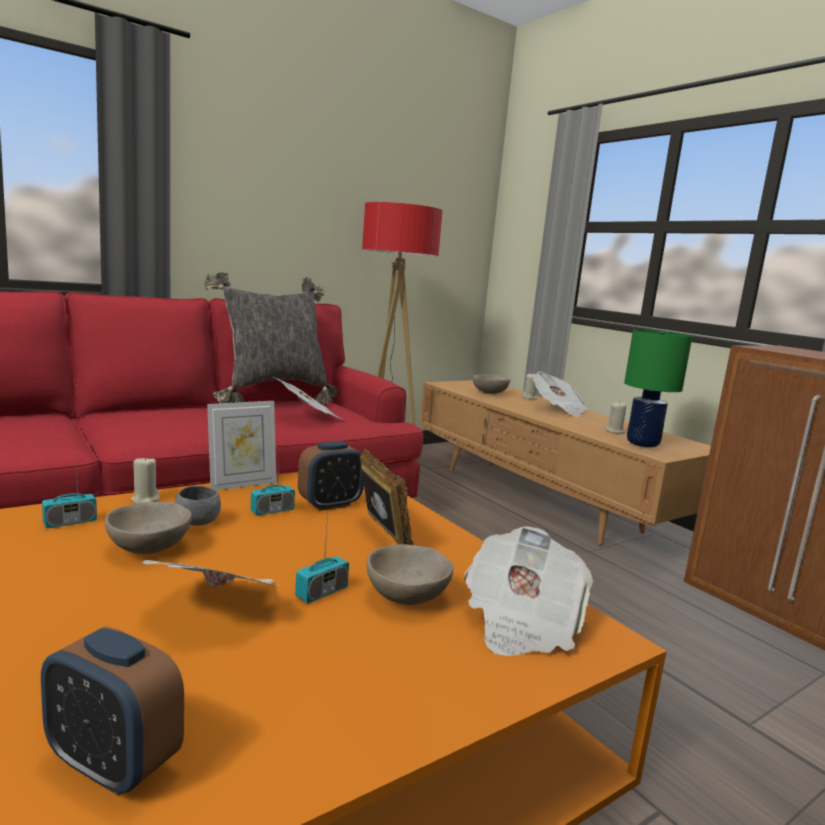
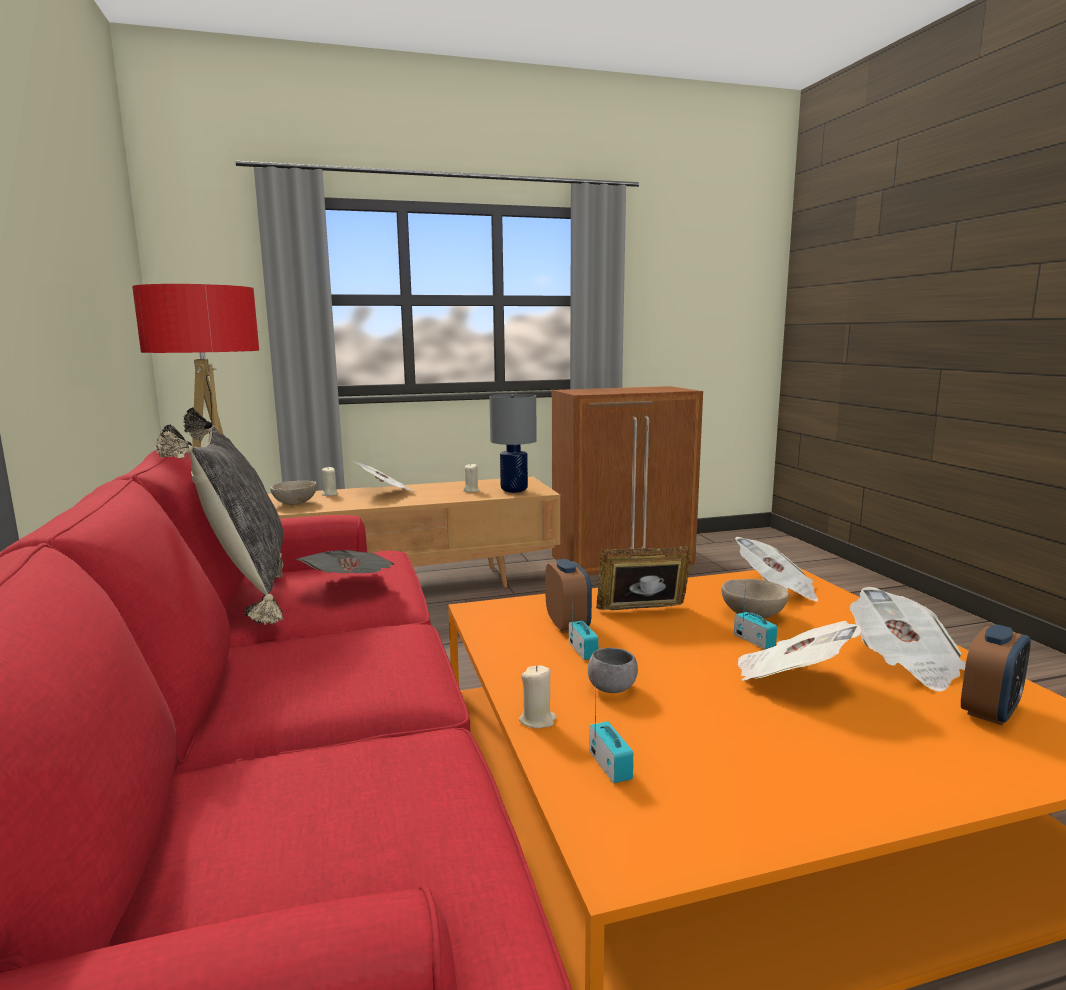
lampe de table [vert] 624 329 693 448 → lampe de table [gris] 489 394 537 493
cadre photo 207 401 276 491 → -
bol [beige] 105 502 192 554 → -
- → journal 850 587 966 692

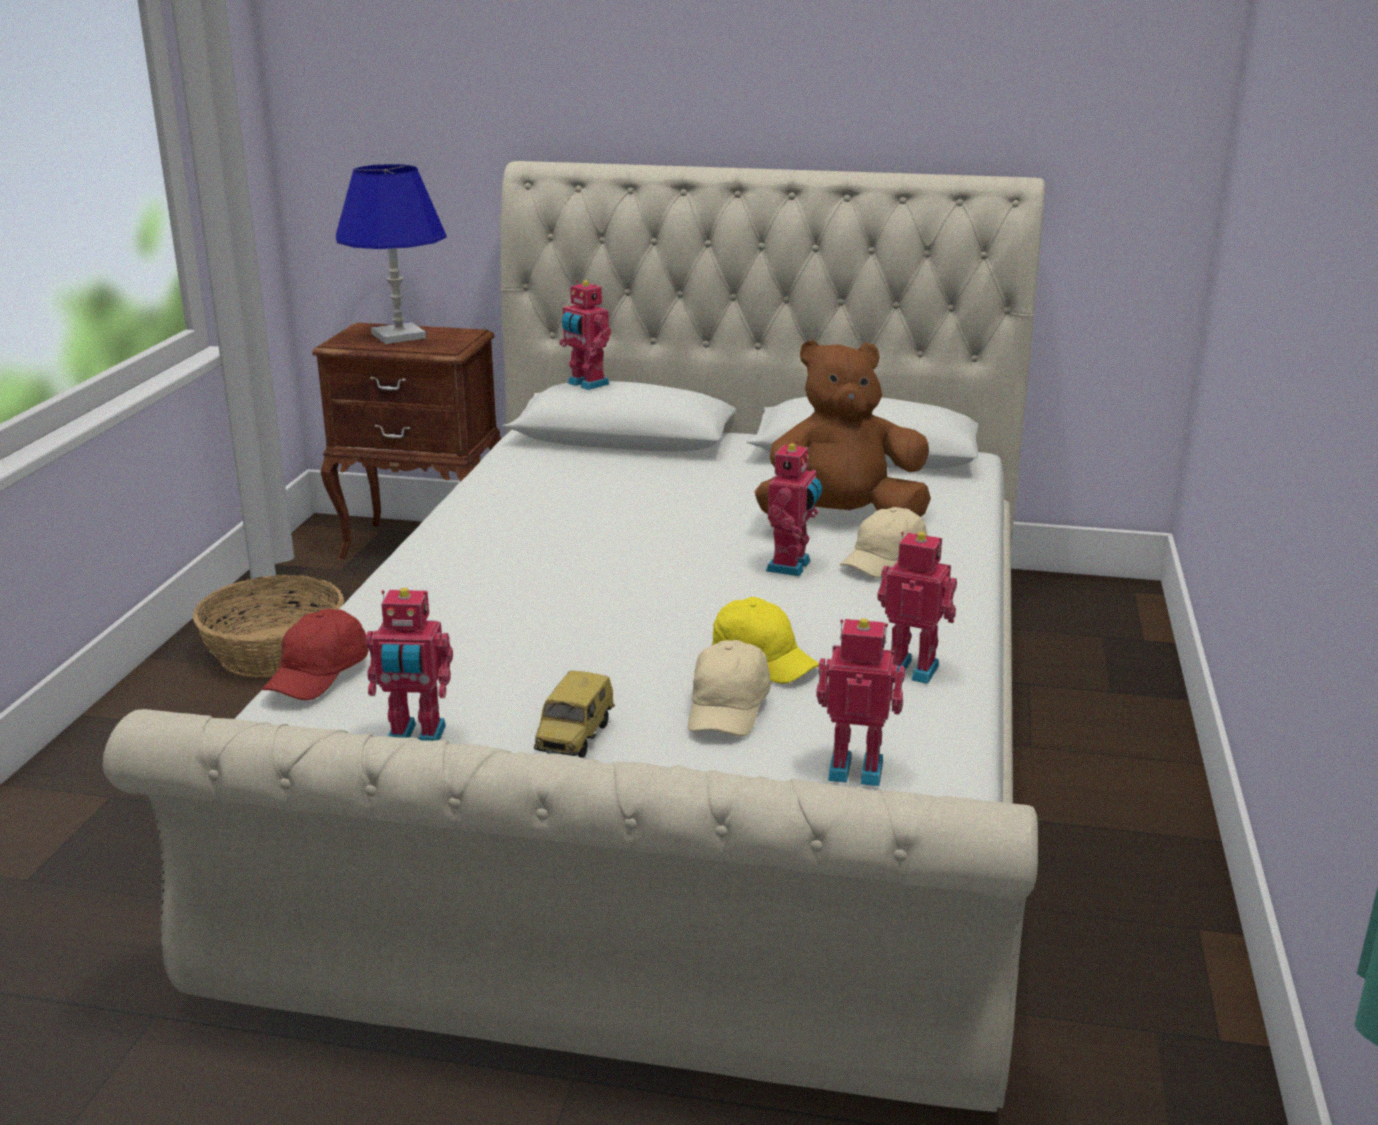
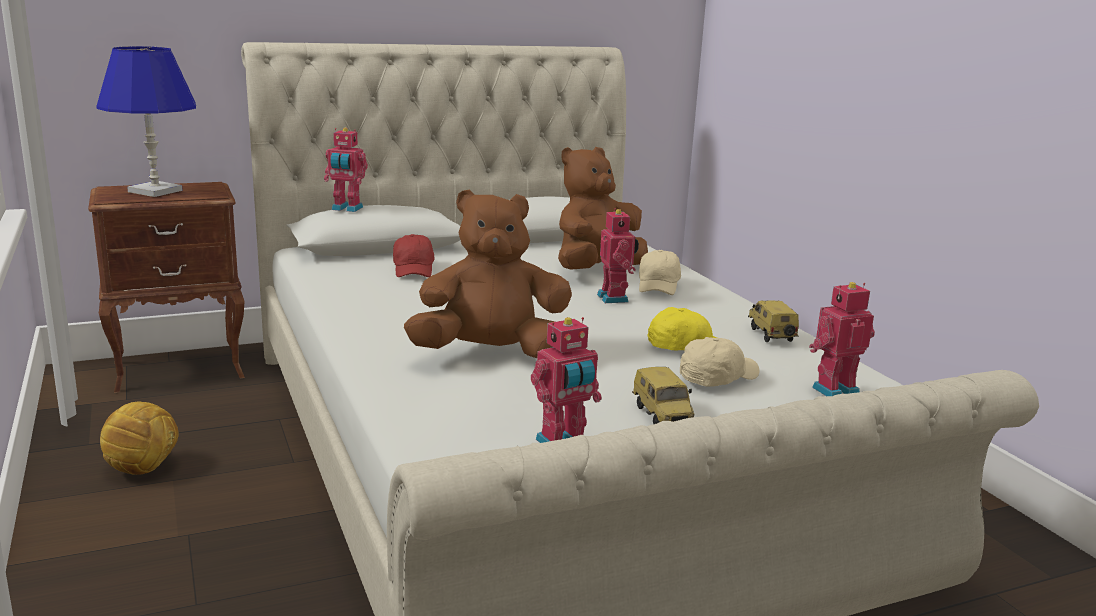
robot jouet 877 532 957 684 → petite voiture 748 300 799 342
panier 193 575 344 677 → ballon de foot 100 402 179 475
casquette [rouge] 262 609 368 700 → casquette [rouge] 393 234 435 277, shifted
casquette [beige] 688 640 771 737 → casquette [beige] 680 337 760 387, 105 degrees counterclockwise
- → peluche [marron] 404 189 572 358

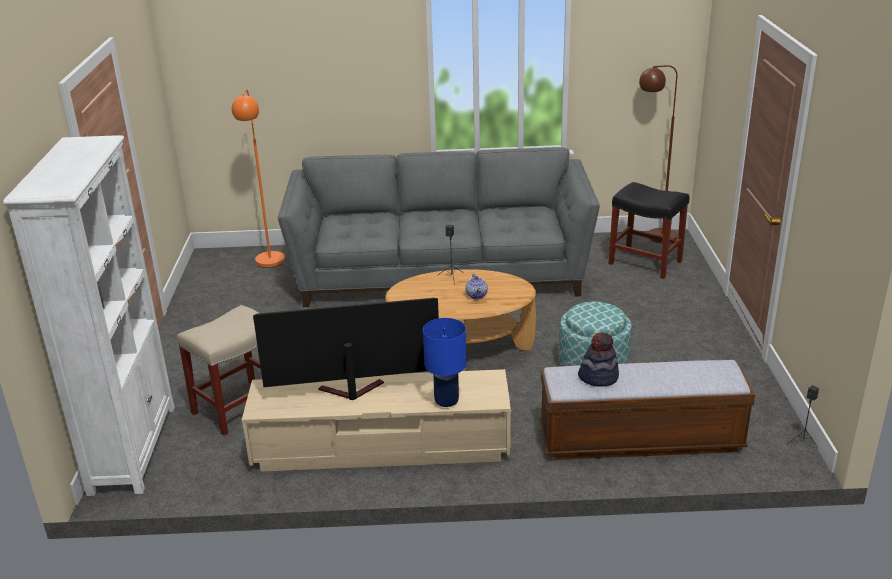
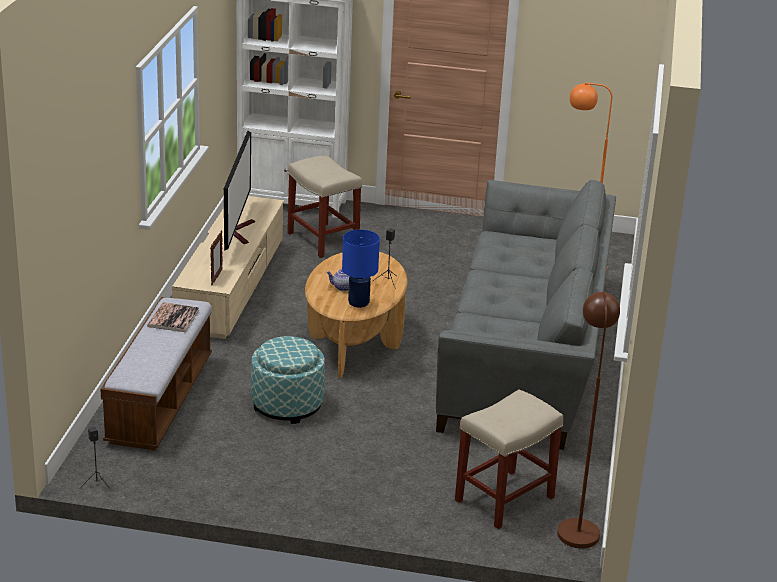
tabouret [noir] 608 182 689 279 → tabouret [beige] 455 389 564 529
lampe de table [bleu] 423 318 466 407 → lampe de table [bleu] 342 230 380 308, shifted
chapeau 578 332 619 387 → livre 147 302 199 332
- → cadre photo 210 230 223 285

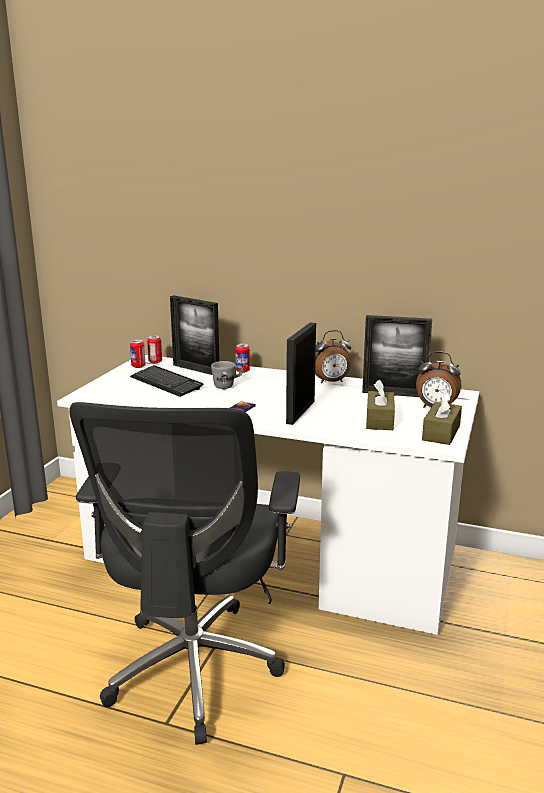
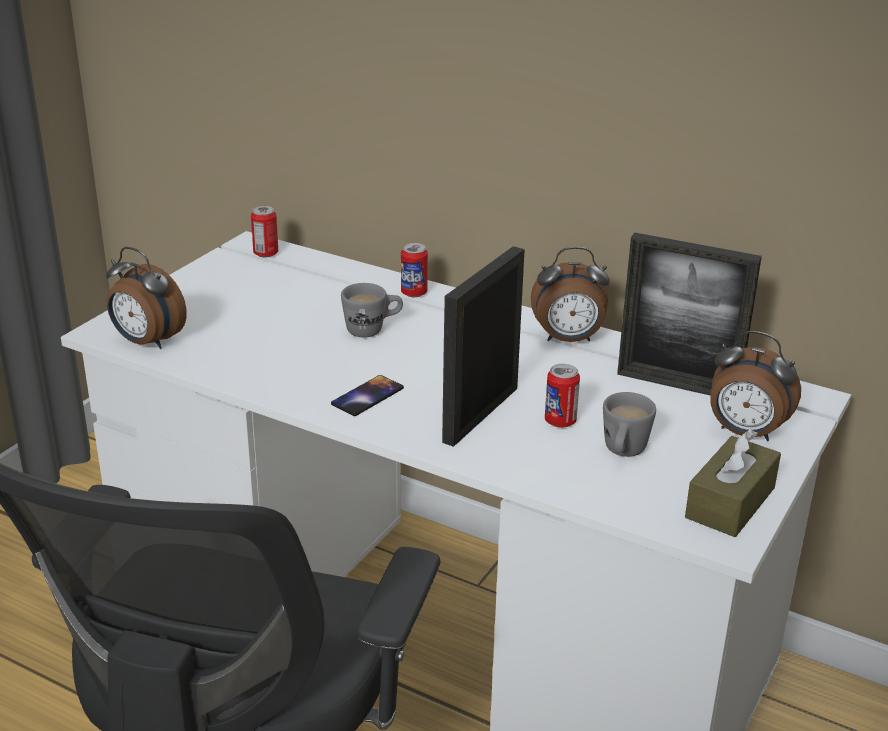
cadre photo 170 295 219 375 → -
boîte métallique 130 340 146 368 → boîte métallique 545 364 580 428, shifted
clavier 130 365 203 397 → -
boîte à mouchoirs [marron] 366 380 395 430 → mug [gris] 603 392 656 457
- → réveil 106 247 187 349

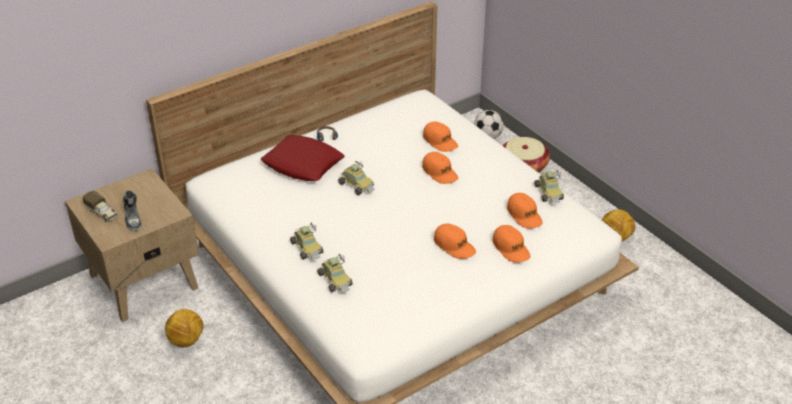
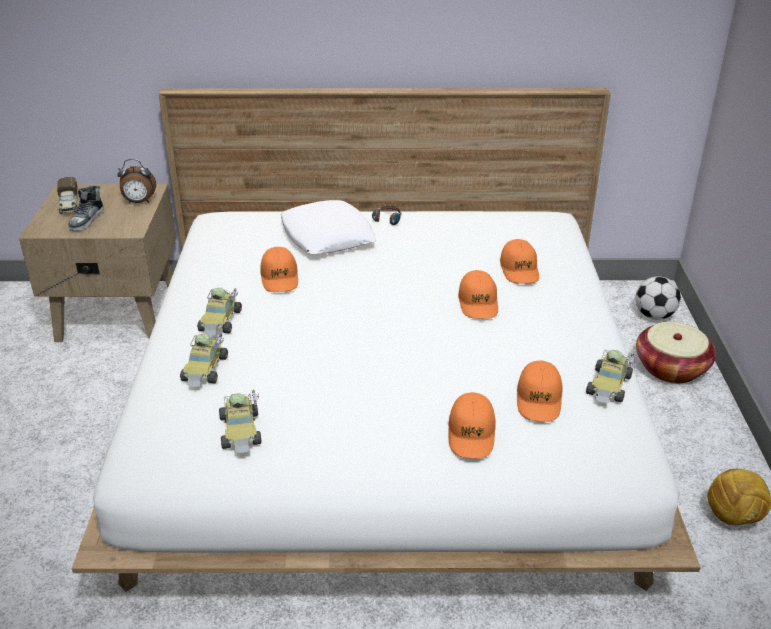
coussin [rouge] 261 135 345 181 → coussin [blanc] 281 200 376 254
petite voiture 338 161 375 195 → petite voiture 219 390 262 453, shifted
casquette [orange] 434 223 476 259 → casquette [orange] 260 247 298 292, shifted
ballon de foot 165 309 204 347 → -
- → réveil 117 159 156 203

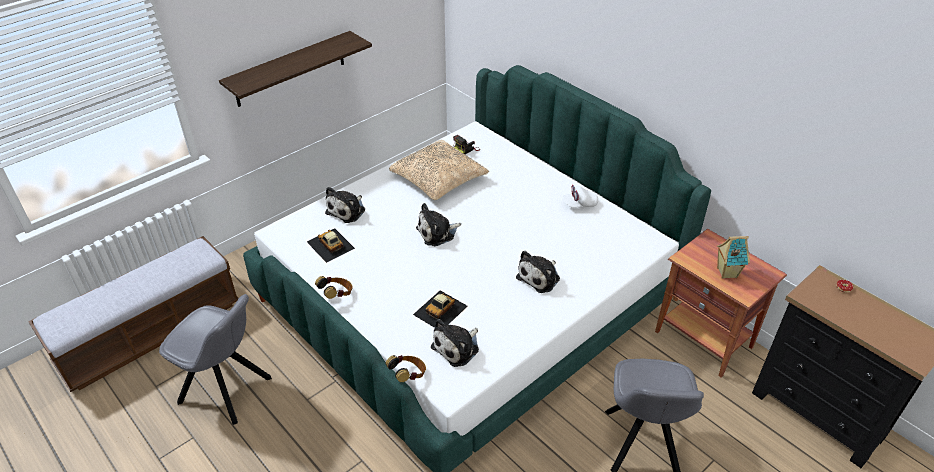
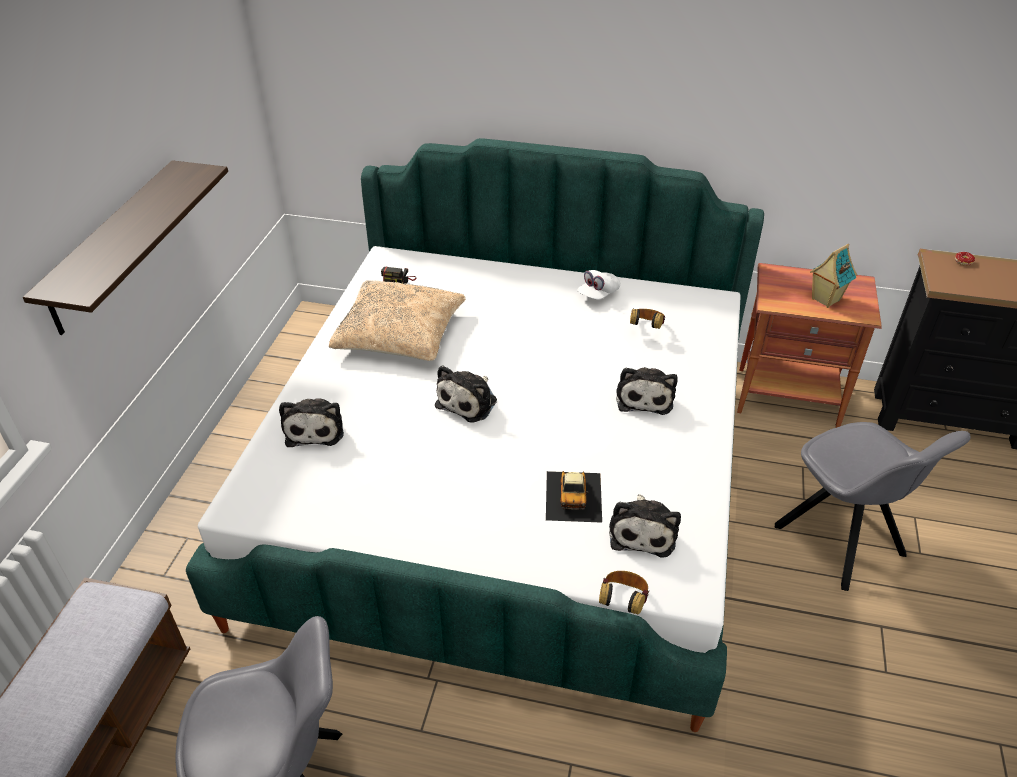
petite voiture 307 228 355 263 → -
casque audio 315 276 352 299 → casque audio 630 309 665 329, shifted

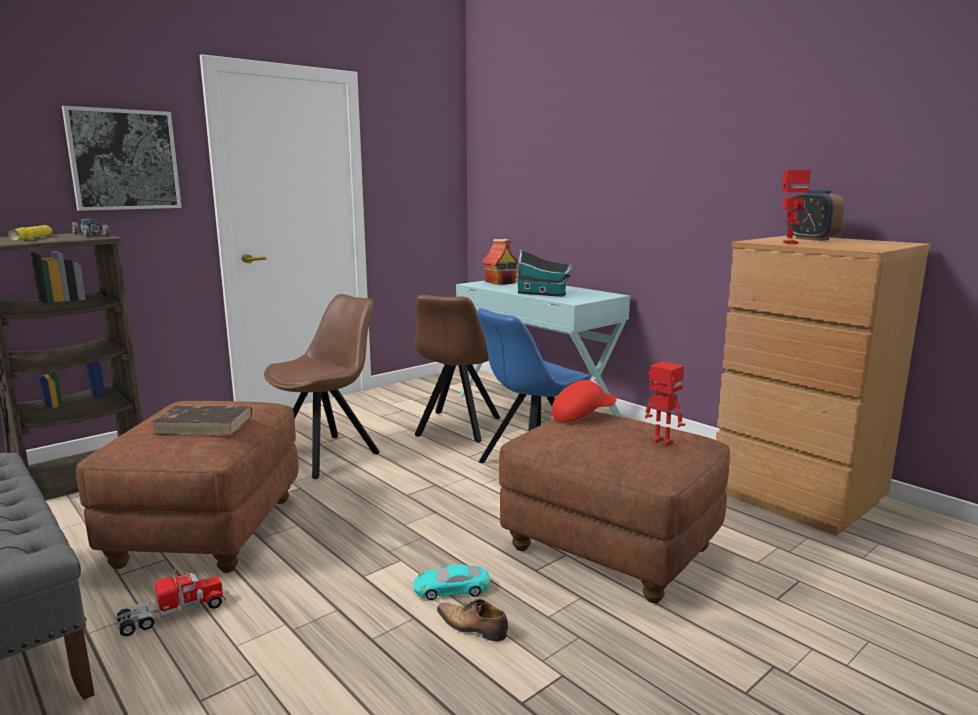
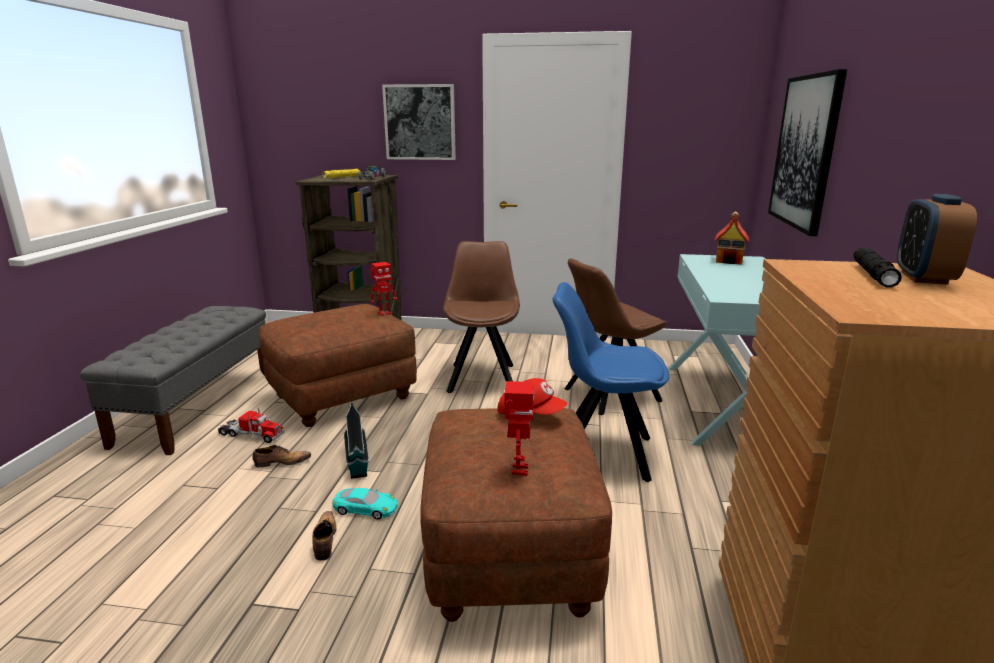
robot jouet 782 170 811 244 → robot jouet 371 262 397 316, shifted
maison miniature 516 250 572 297 → maison miniature 344 402 370 479, shifted
chaise [marron] 264 294 380 479 → chaise [marron] 443 241 520 393, 90 degrees counterclockwise
livre [marron] 152 406 252 435 → -
petite voiture [turquoise] 414 564 490 600 → petite voiture [turquoise] 332 488 398 519, 150 degrees clockwise
- → tableau 768 69 847 236
- → lampe de poche [noir] 854 247 902 288
- → chaussure 252 445 311 467

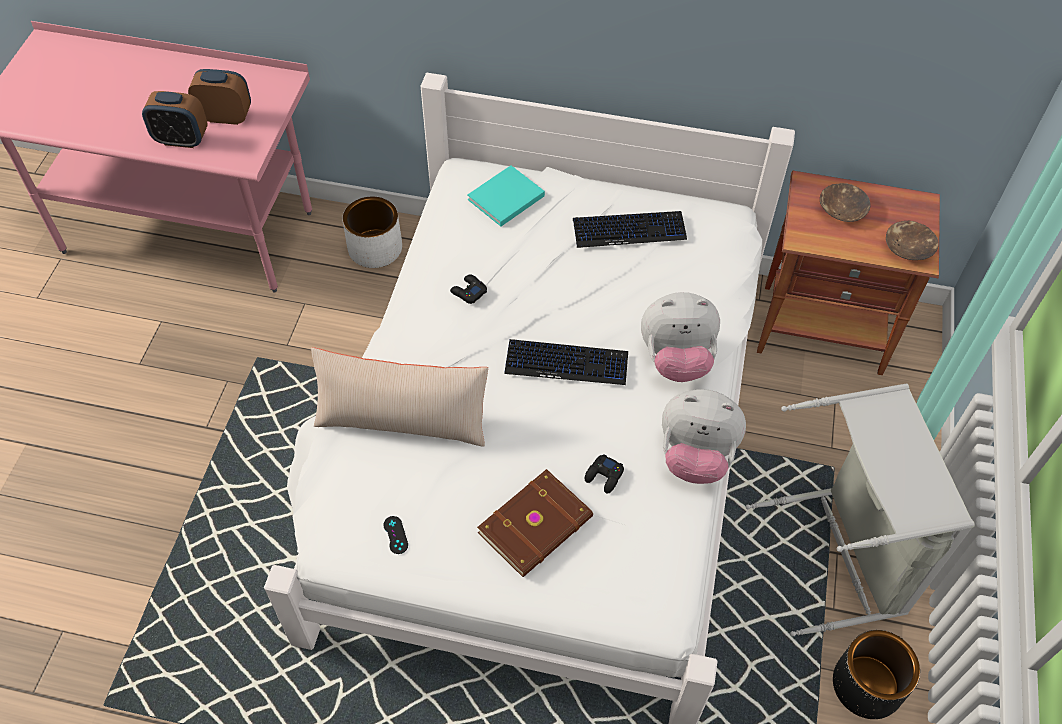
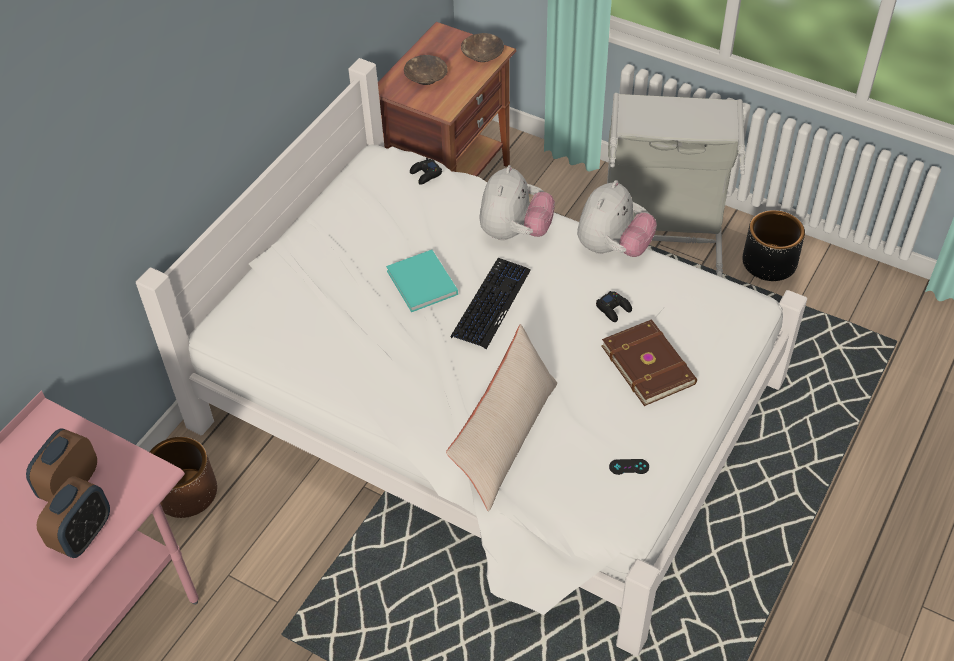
livre [turquoise] 467 165 545 226 → livre [turquoise] 386 250 458 312, shifted
cache-pot [blanc] 342 196 402 268 → cache-pot [marron] 150 437 217 518
clavier 573 211 687 248 → -
manette [noir] 450 275 487 304 → manette [noir] 410 158 442 185, shifted

